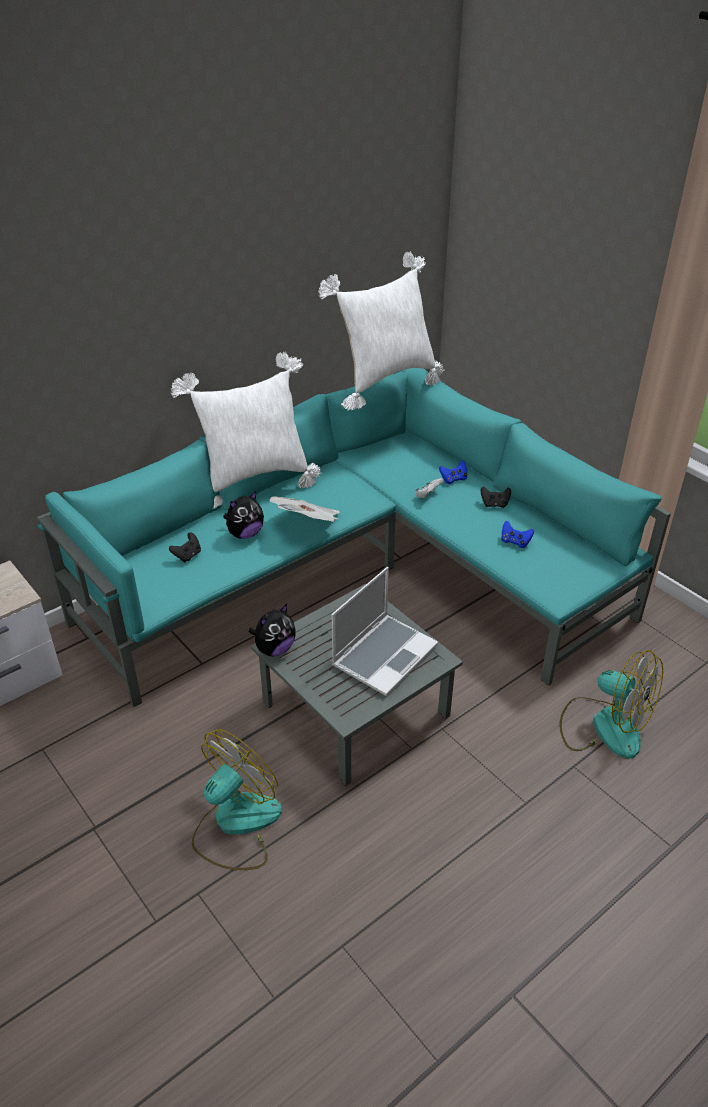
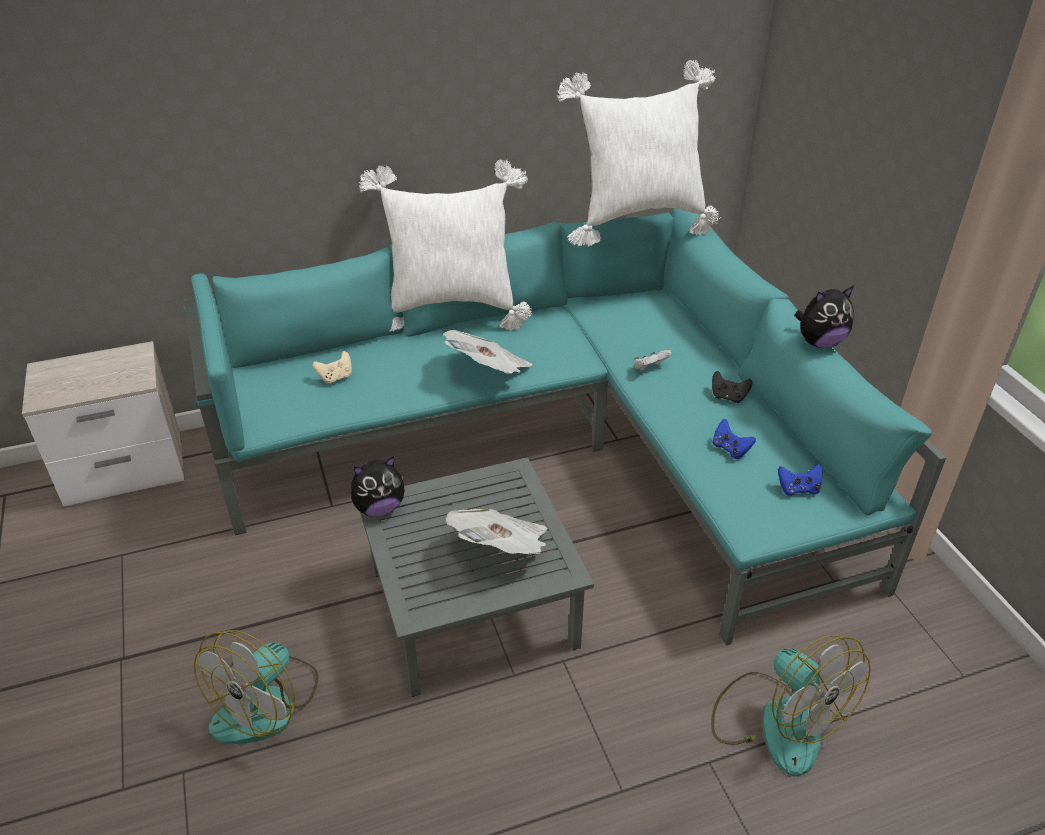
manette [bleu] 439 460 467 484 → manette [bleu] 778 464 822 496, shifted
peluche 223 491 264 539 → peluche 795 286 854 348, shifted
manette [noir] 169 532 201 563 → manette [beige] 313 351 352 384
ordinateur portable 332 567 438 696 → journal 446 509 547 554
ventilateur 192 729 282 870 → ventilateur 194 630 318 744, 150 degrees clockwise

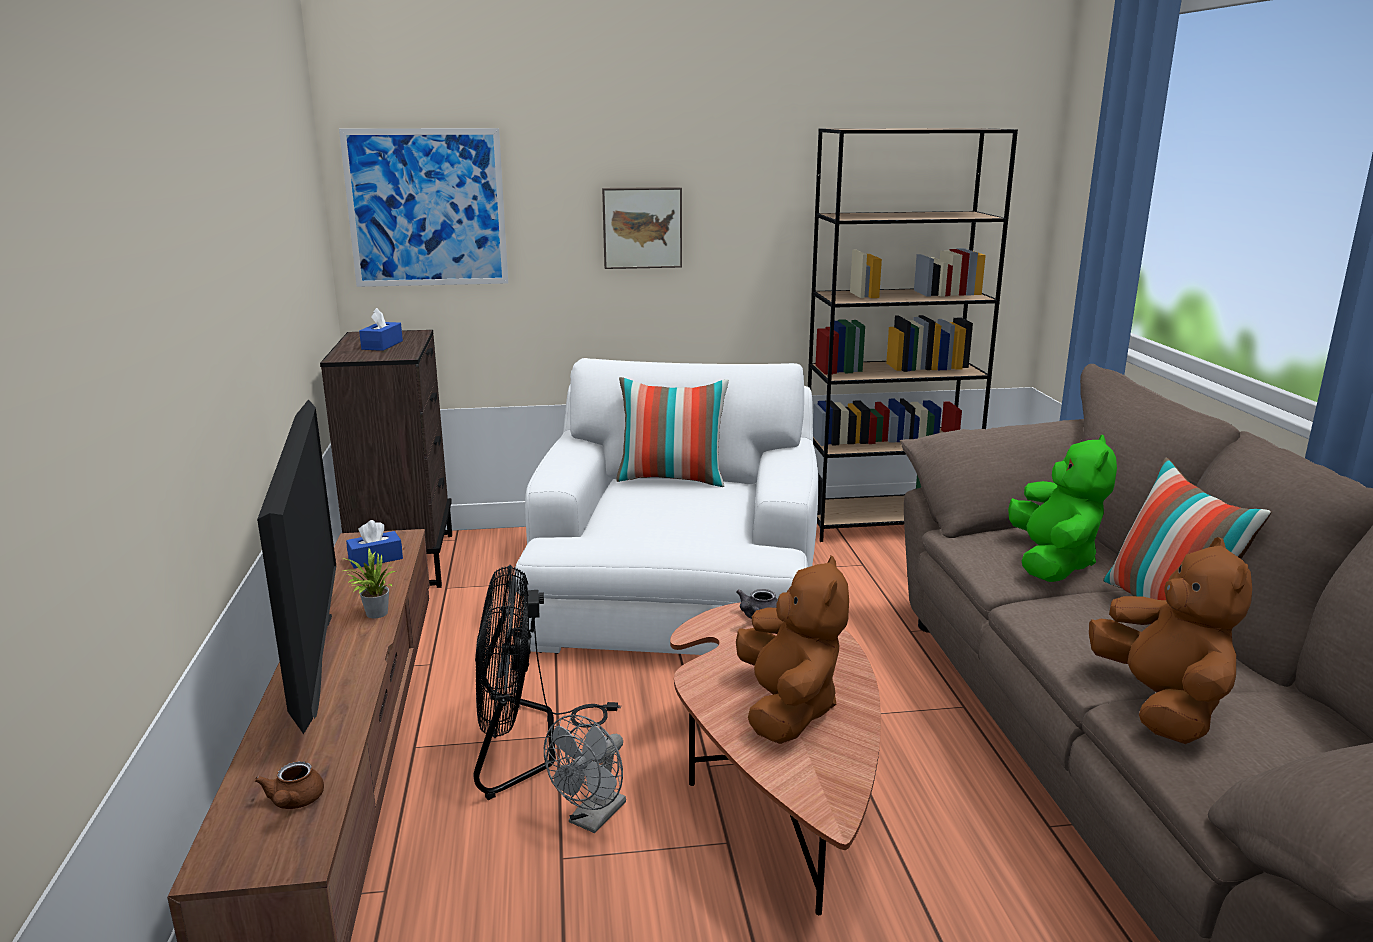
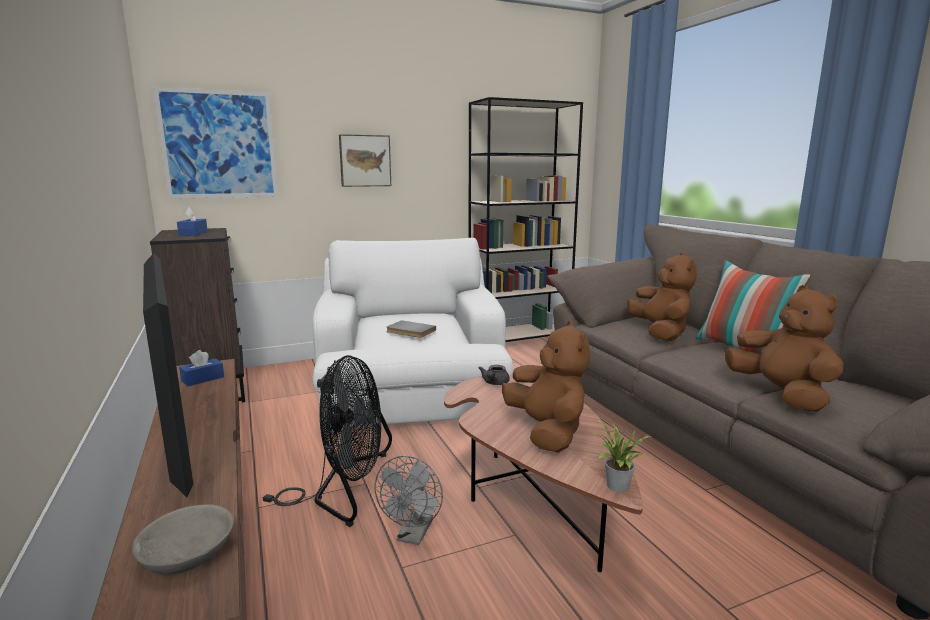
coussin 616 377 729 487 → -
peluche [vert] 1008 434 1117 582 → peluche [marron] 627 252 697 341
plante en pot 344 548 396 619 → plante en pot 593 420 651 492, shifted
ventilateur [noir] 474 565 621 800 → ventilateur [noir] 263 355 392 527, 150 degrees counterclockwise
théière [marron] 254 761 324 809 → bol [gris] 132 504 234 574
- → livre [gris] 387 320 436 338

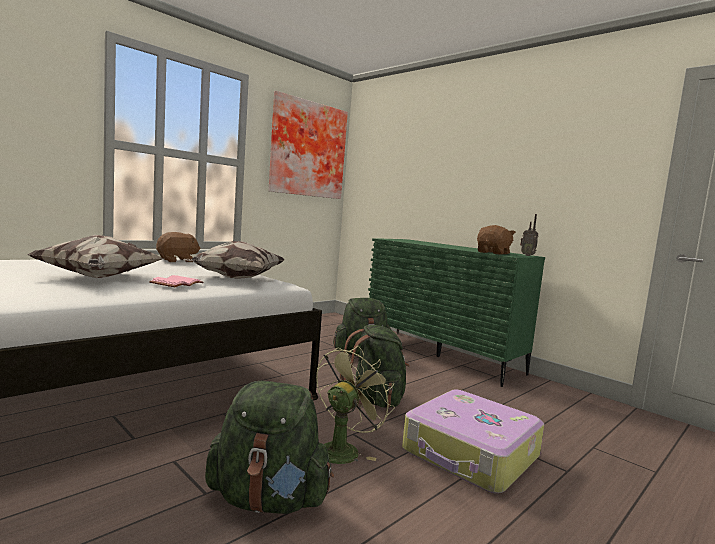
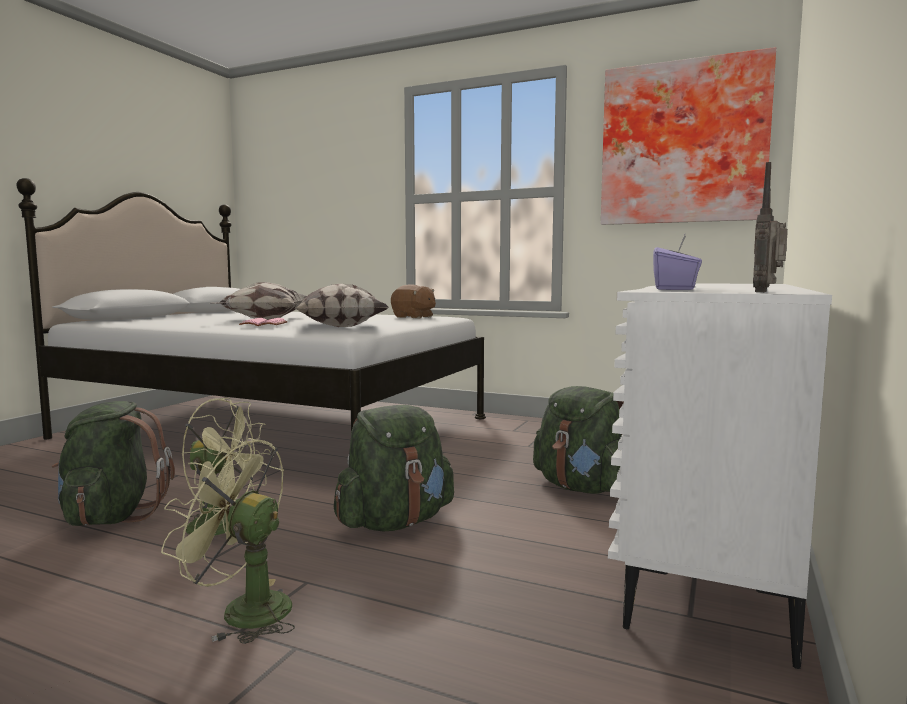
peluche [marron] 477 225 516 255 → boîte à mouchoirs [violet] 653 235 702 290
commode [vert] 368 238 545 387 → commode [blanc] 608 283 832 669
valise 402 389 544 493 → ventilateur [vert] 161 437 295 644

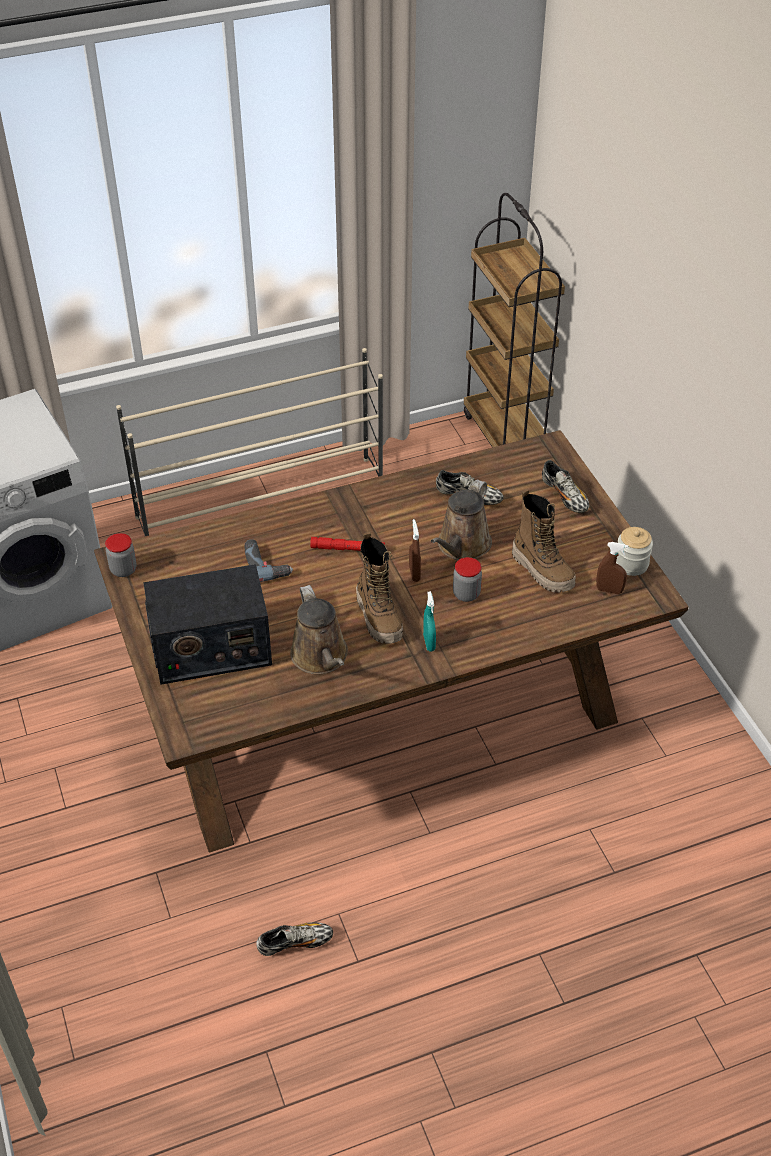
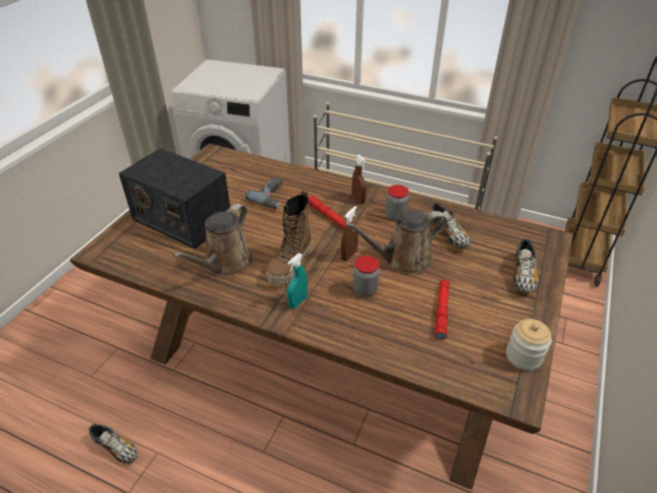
botte 512 489 576 592 → lampe de poche [rouge] 435 280 449 340
bocal 105 533 137 577 → bocal 385 185 409 221, shifted
vaporisateur [marron] 596 542 628 594 → vaporisateur [marron] 352 155 367 203, shifted

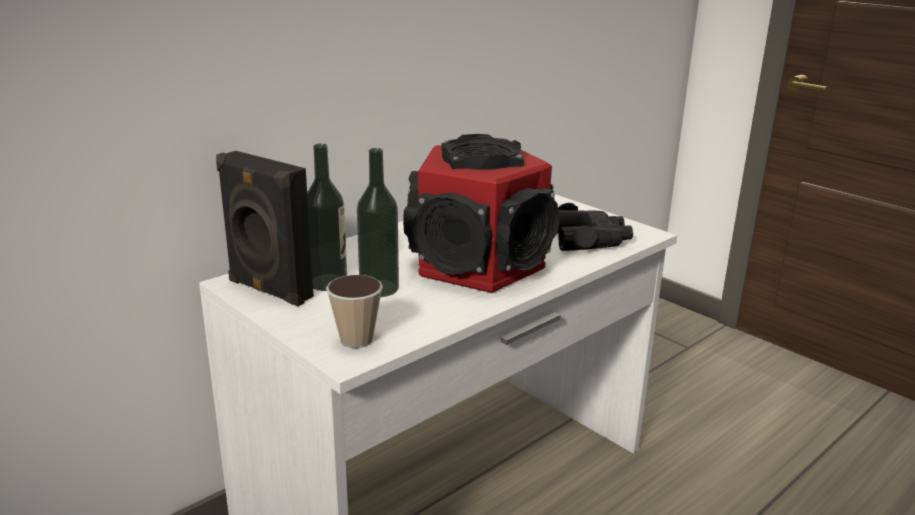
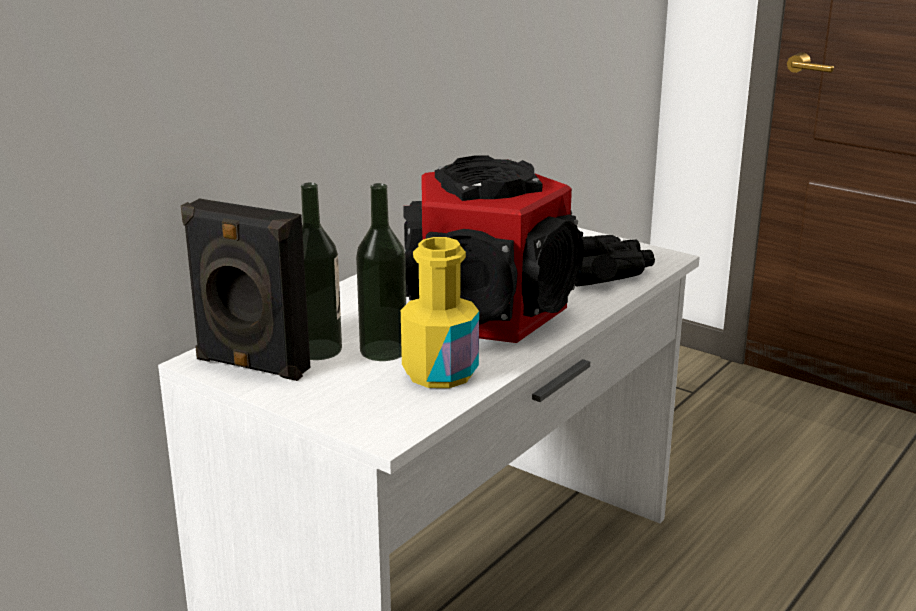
tasse 326 275 383 348 → -
- → bouteille [jaune] 401 237 479 388

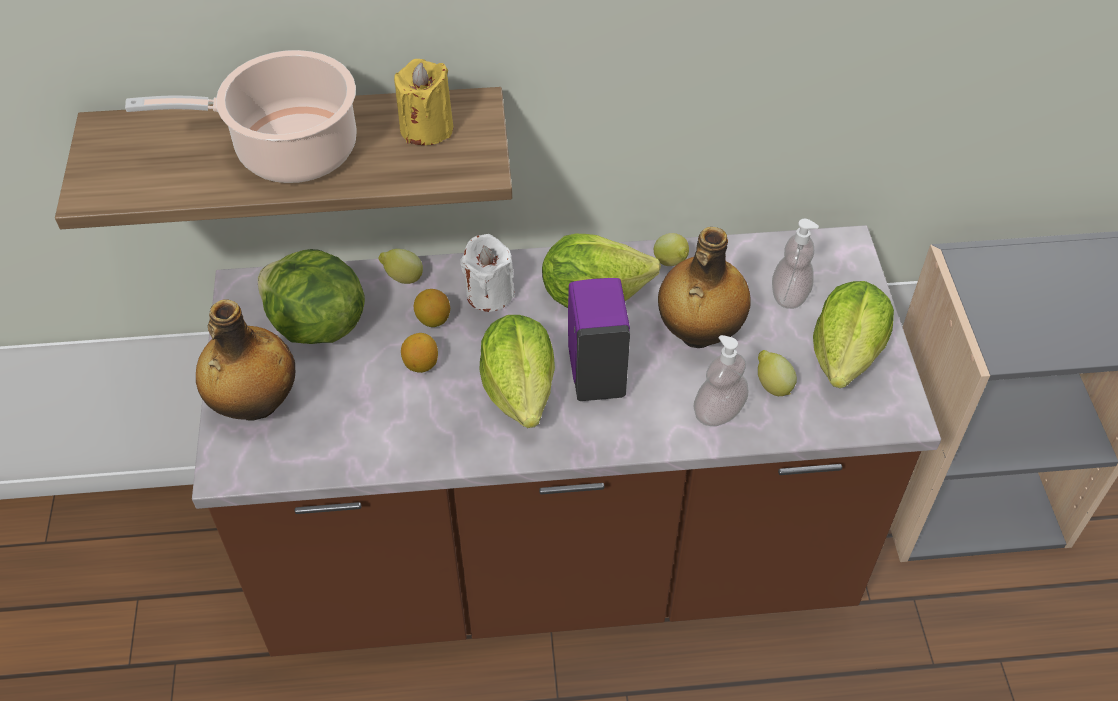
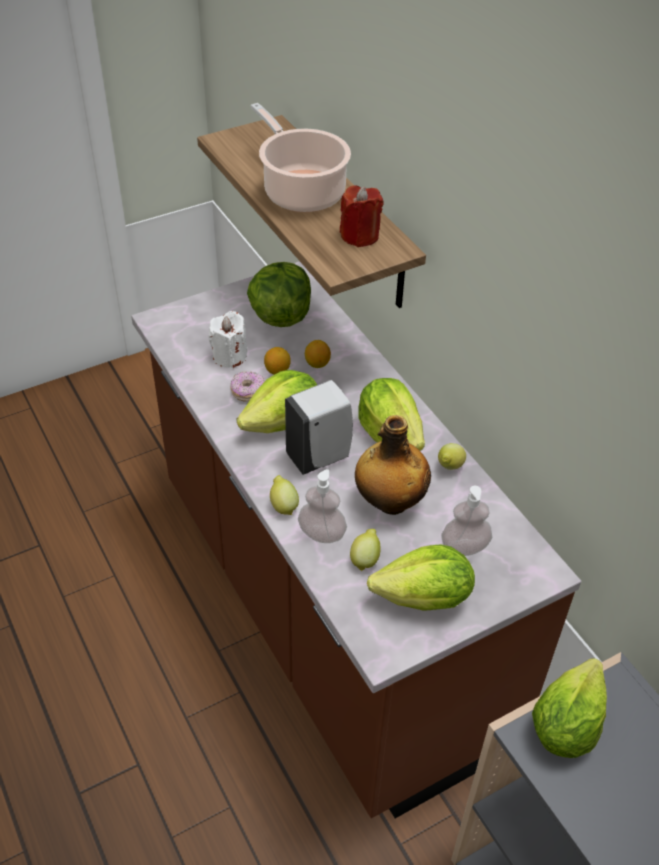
bougie [jaune] 394 59 453 145 → bougie [rouge] 340 185 383 247
bougie [blanc] 460 234 515 312 → bougie [blanc] 208 311 247 368, shifted
citron 379 249 423 284 → citron 270 475 299 515, shifted
distributeur de savon [violet] 568 278 630 401 → distributeur de savon [blanc] 285 380 353 475
bouteille 196 299 295 421 → -
- → beignet 230 371 265 402
- → laitue 532 658 607 758

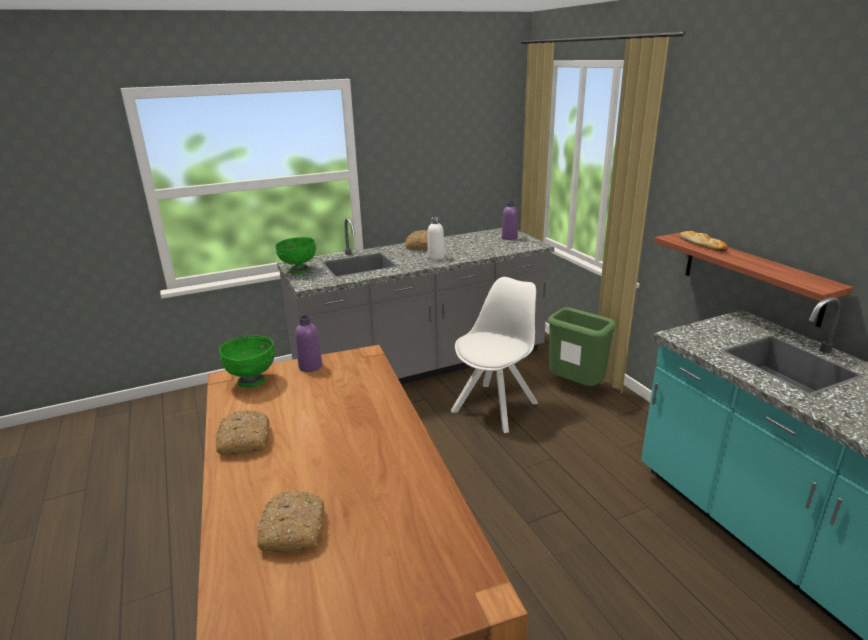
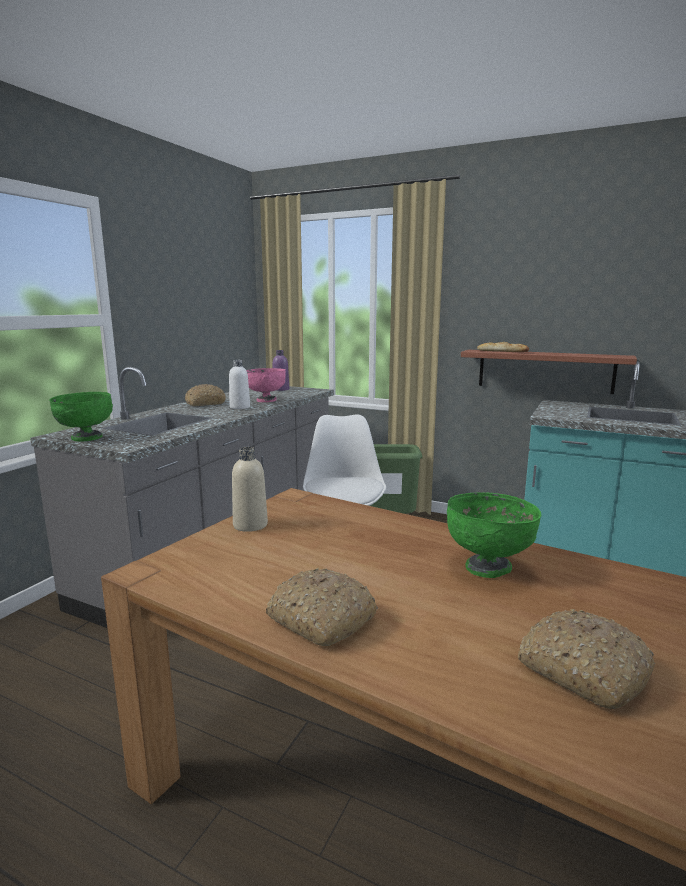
bouteille [violet] 295 315 322 372 → bouteille [beige] 232 447 268 532
bol [vert] 219 335 274 387 → bol [vert] 447 492 542 578, shifted
- → bol [rose] 246 368 286 402

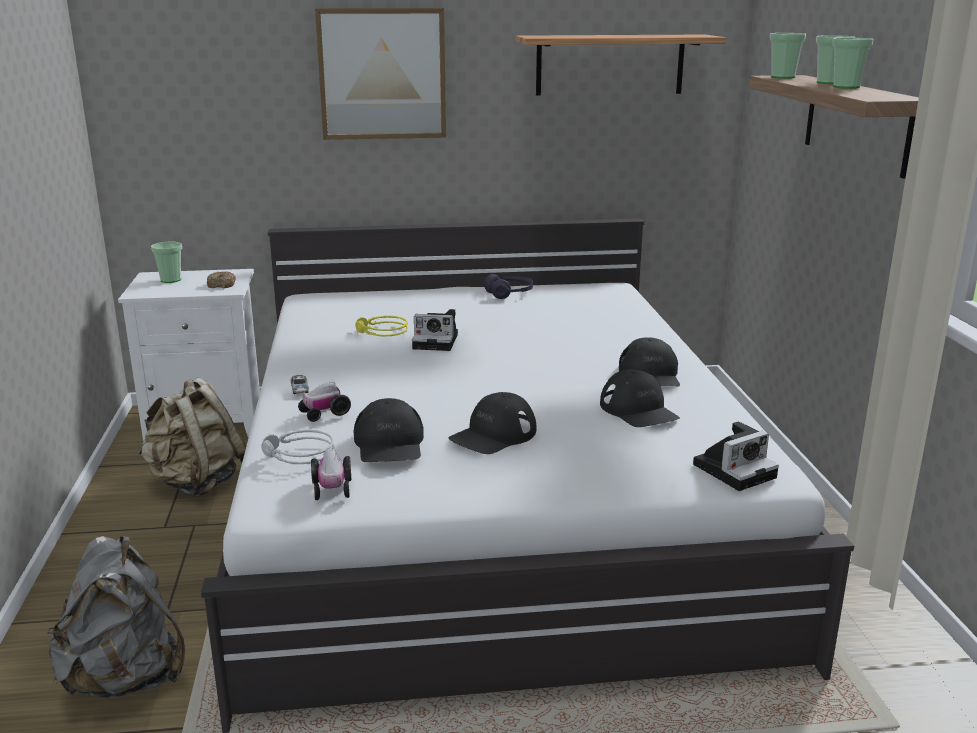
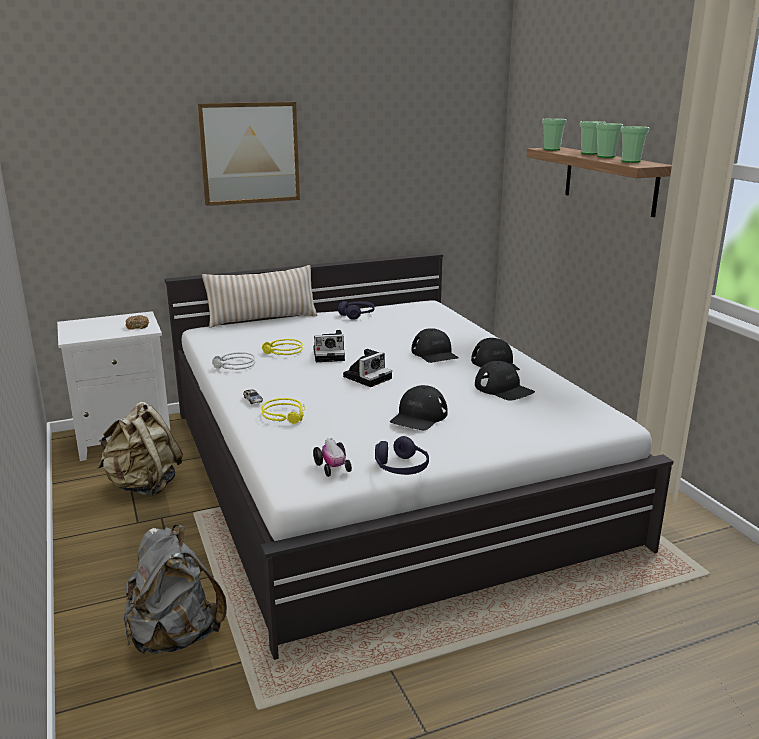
étagère 516 35 727 96 → -
tasse 151 242 182 283 → tasse 621 126 649 163, shifted
petite voiture 298 381 351 422 → casque audio [jaune] 262 398 304 424
casquette [noir] 353 398 424 462 → casquette [noir] 411 328 458 363, shifted
appareil photo 693 421 779 491 → appareil photo 343 349 392 387, shifted
casque audio [gris] 262 429 334 464 → casque audio [gris] 212 352 255 370, shifted
- → coussin [beige] 202 265 318 328
- → casque audio [violet] 375 436 429 475

